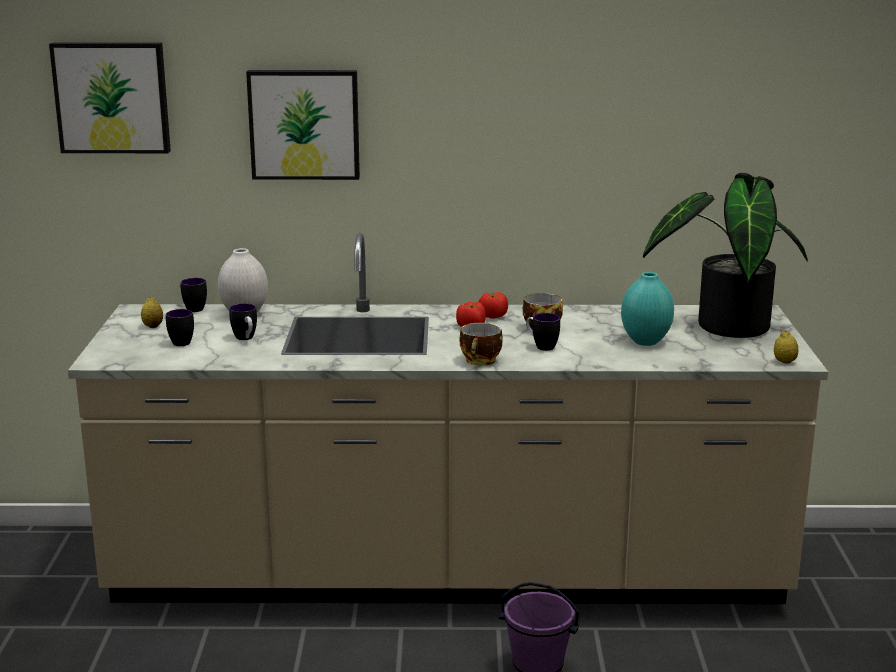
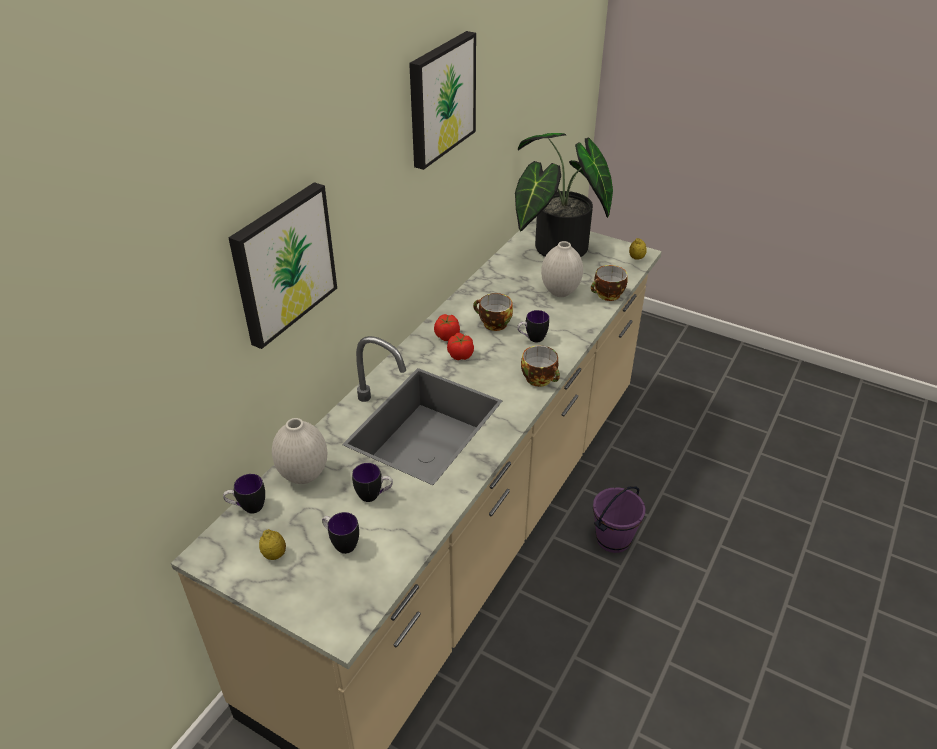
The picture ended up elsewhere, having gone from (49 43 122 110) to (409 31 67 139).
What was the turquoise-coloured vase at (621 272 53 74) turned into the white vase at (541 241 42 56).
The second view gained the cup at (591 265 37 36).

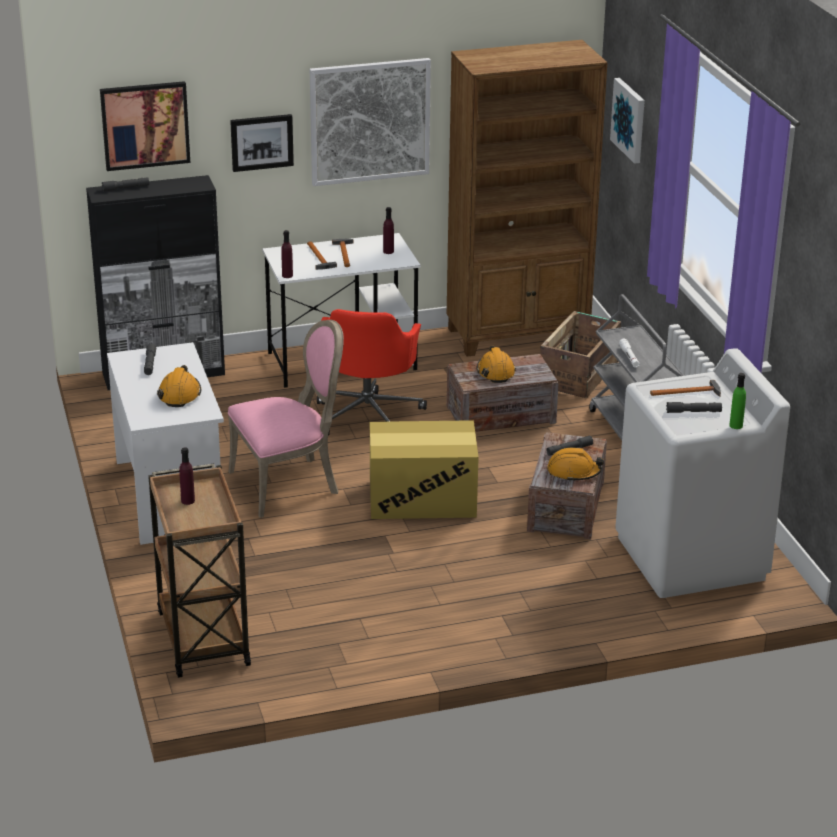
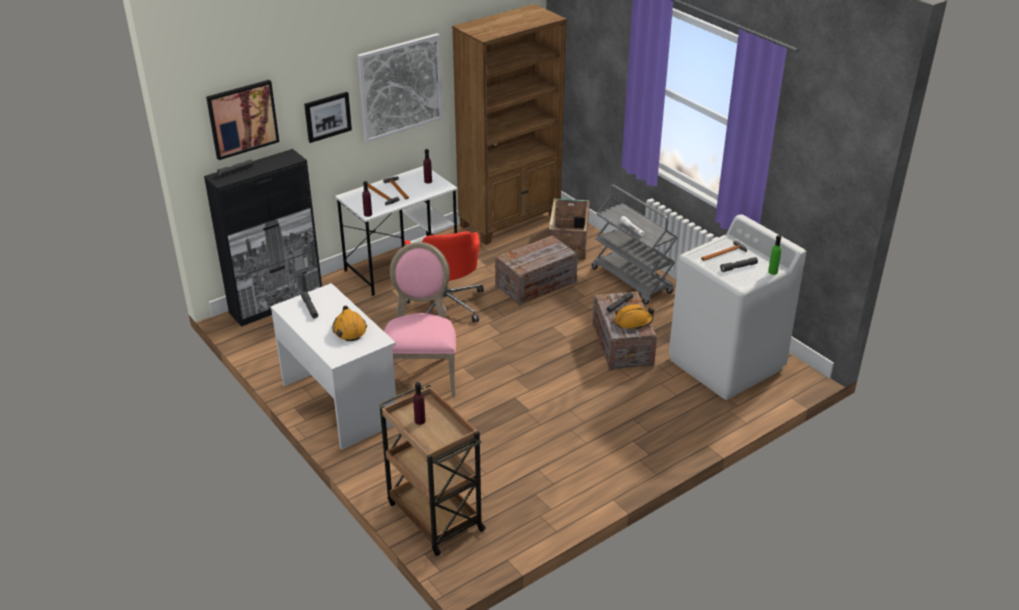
The second view lost the picture at (610 78 35 86).
The pink chair at (228 320 116 198) ended up facing another way, 45 degrees counterclockwise from before.
The second view lost the orangey safety helmet at (477 346 39 37).
The second view lost the cardboard box at (370 420 109 99).

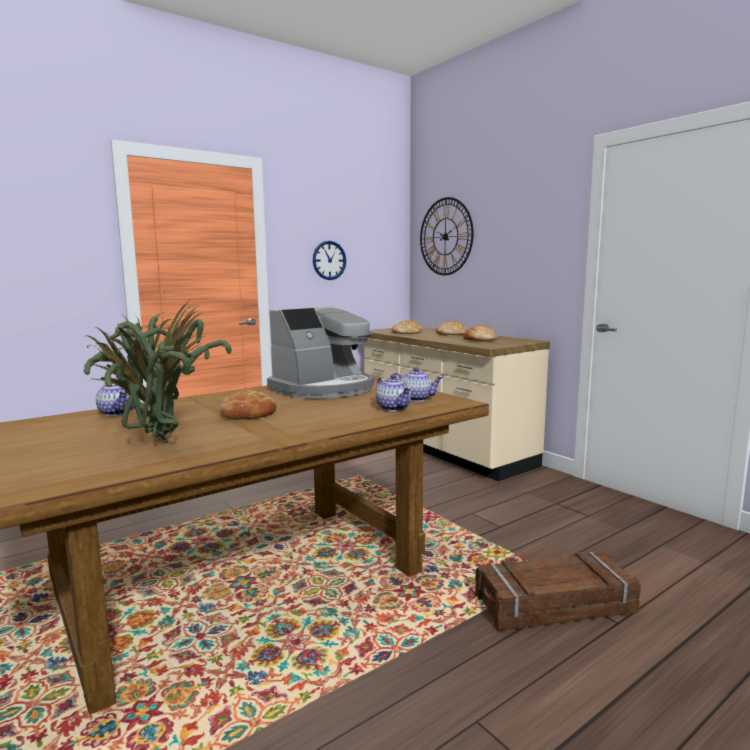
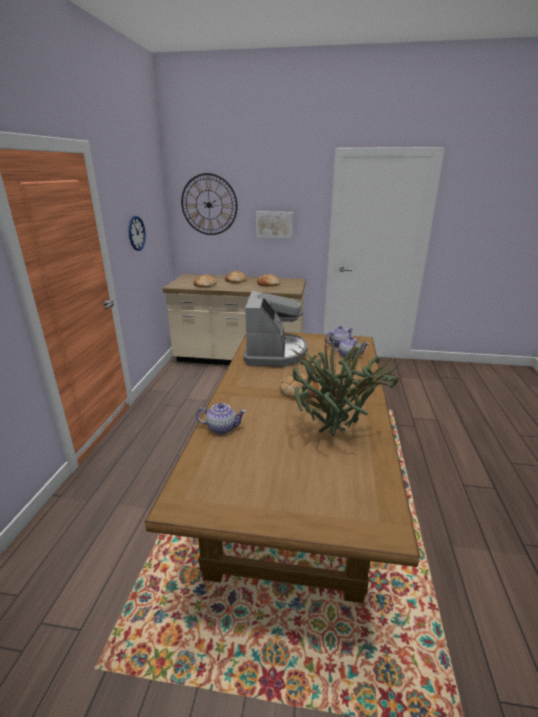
The second view lost the shipping crate at (475 552 166 79).
The second view gained the picture at (256 211 37 27).

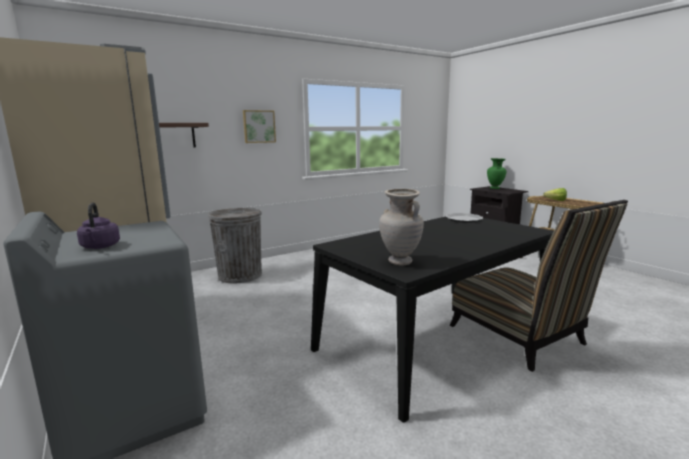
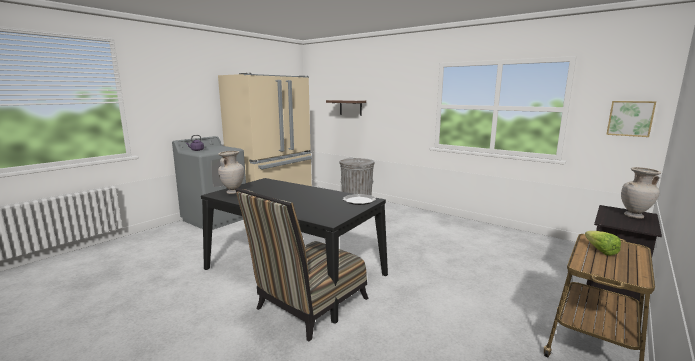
The picture ended up elsewhere, having gone from (243 110 33 33) to (606 101 50 36).
What was the green vase at (487 158 19 31) turned into the beige-coloured vase at (621 167 40 52).

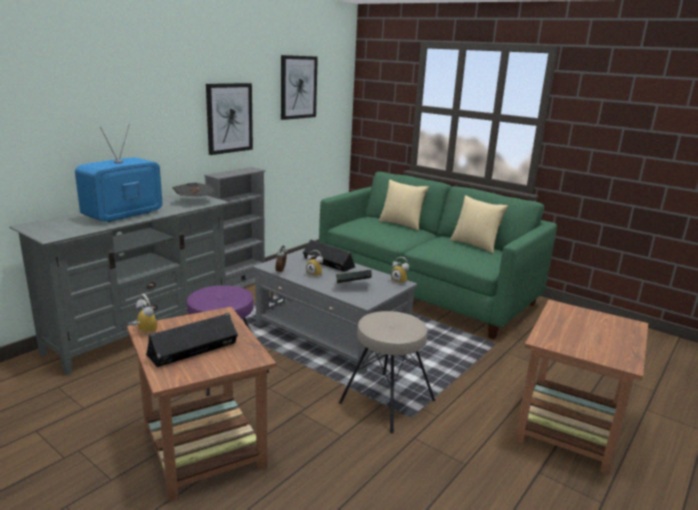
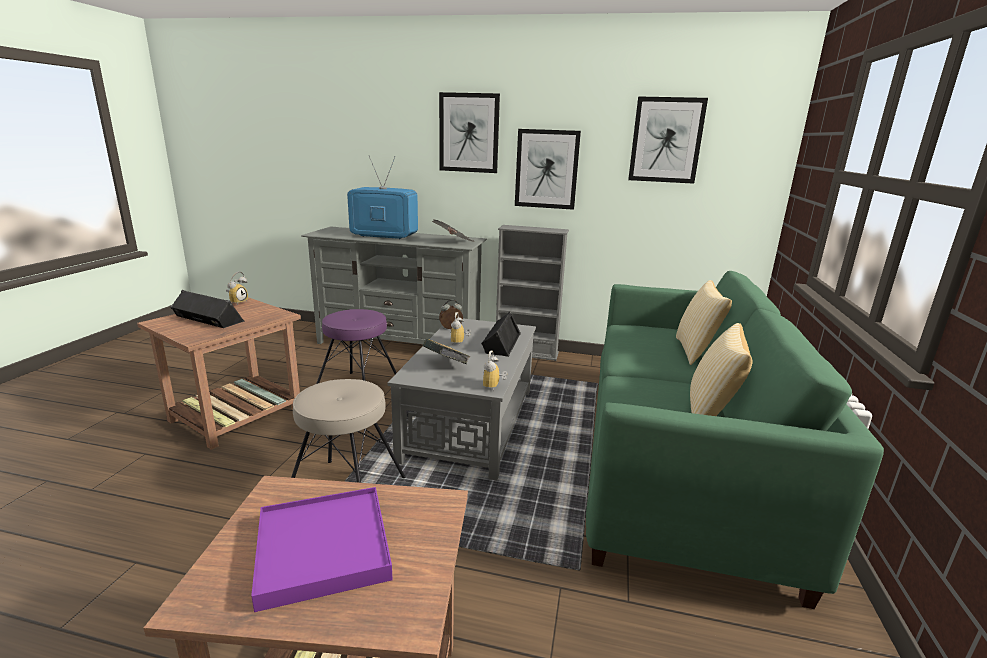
The second view gained the picture at (439 92 61 81).
The second view gained the purplish serving tray at (251 487 142 125).

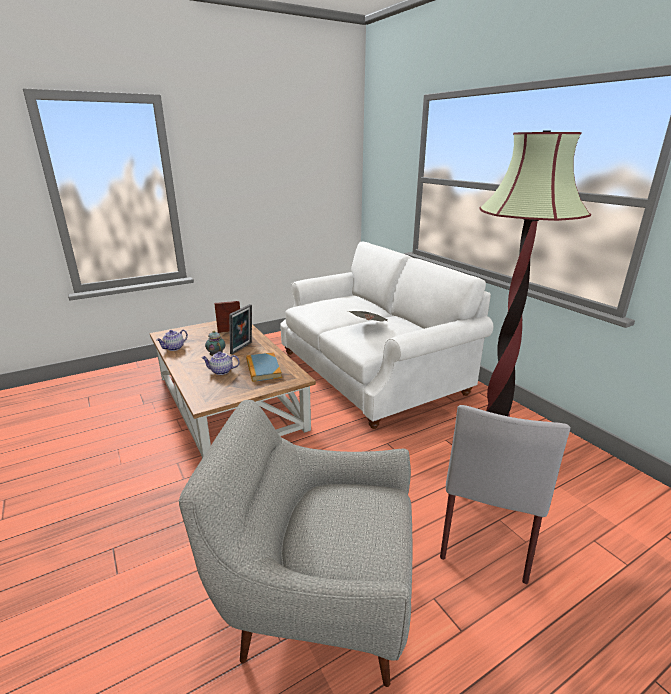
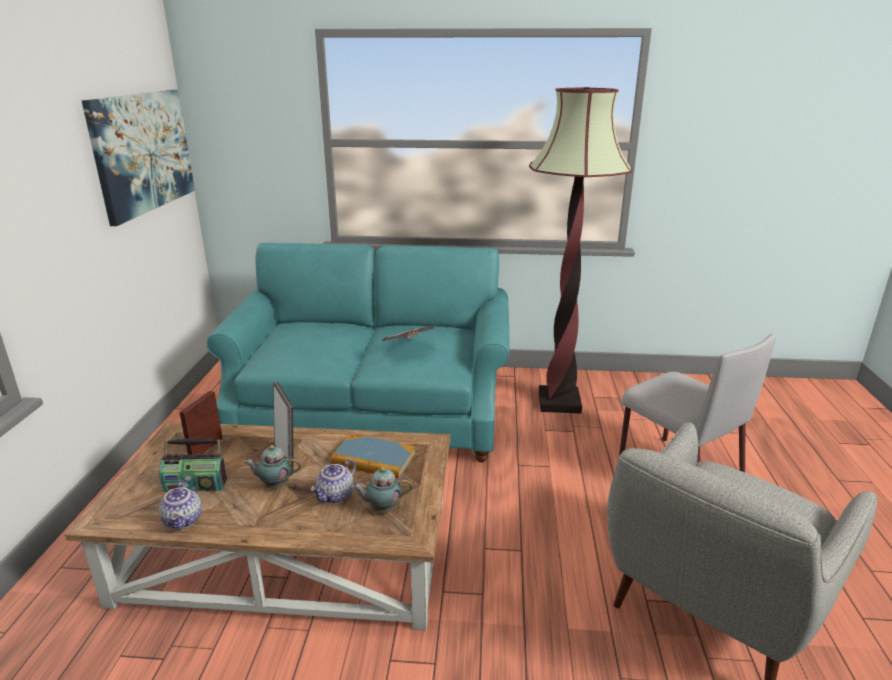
What was the white settee at (280 241 213 188) turned into the turquoise-coloured settee at (207 243 303 219).
The second view gained the picture at (82 90 113 136).
The second view gained the radio receiver at (159 438 68 54).
The second view gained the teapot at (352 467 61 46).

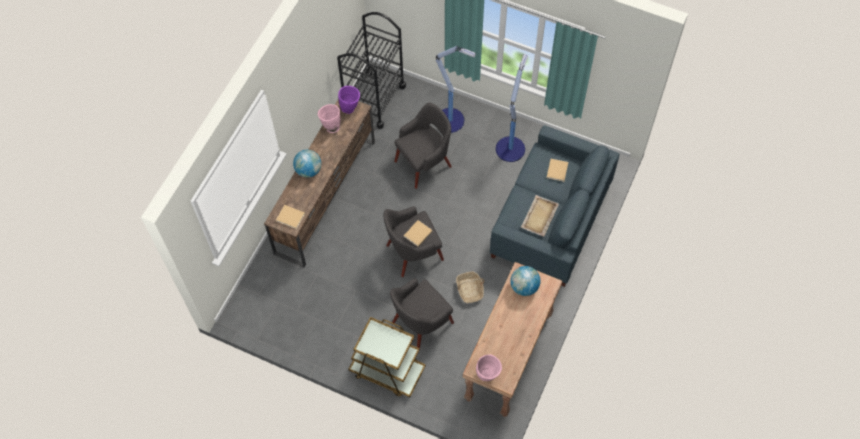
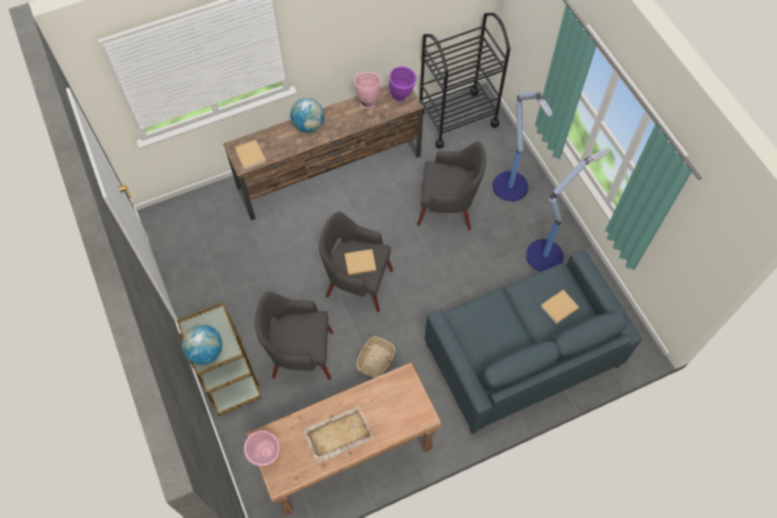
The beige-coloured serving tray ended up elsewhere, having gone from (521 195 38 42) to (303 405 70 59).
The desk globe ended up elsewhere, having gone from (510 266 31 30) to (182 325 40 40).

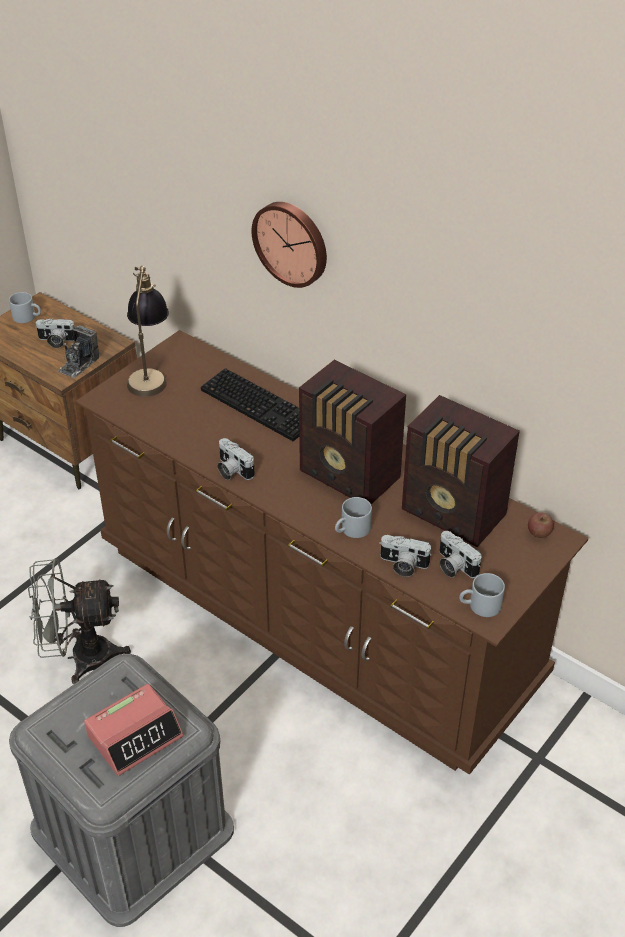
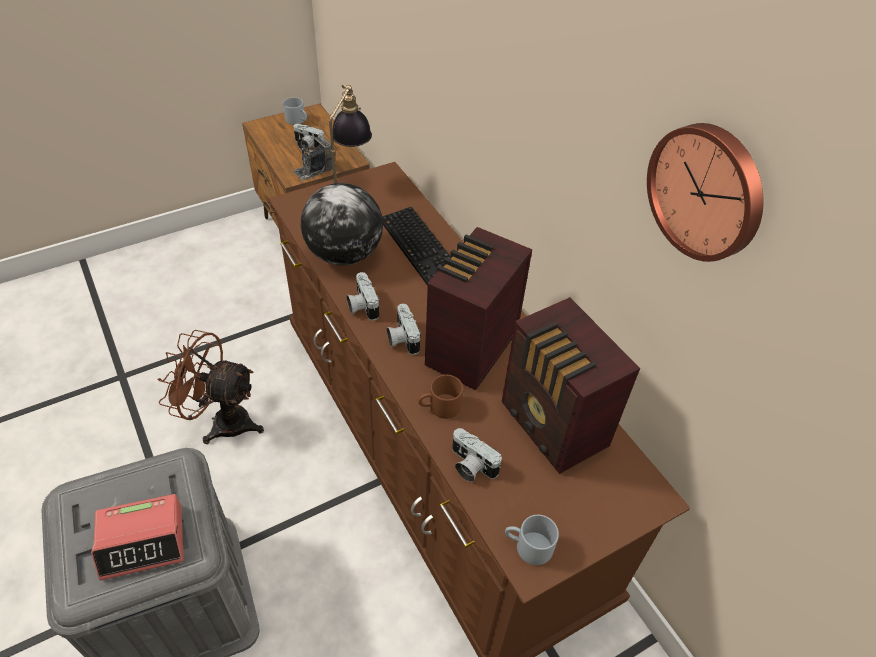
The clock on the wall ended up elsewhere, having gone from (252 202 75 86) to (647 123 117 139).
The radio receiver at (299 360 107 144) ended up facing another way, 60 degrees clockwise from before.
What was the grey coffee mug at (335 497 37 41) turned into the brown-coloured coffee mug at (418 375 45 44).
The second view lost the whole apple at (528 512 26 26).
The still camera ended up elsewhere, having gone from (439 531 43 47) to (387 304 34 51).
What was the grey cooling fan at (28 558 103 126) turned into the brown-coloured cooling fan at (157 330 107 114).
The second view gained the desk globe at (301 183 82 82).

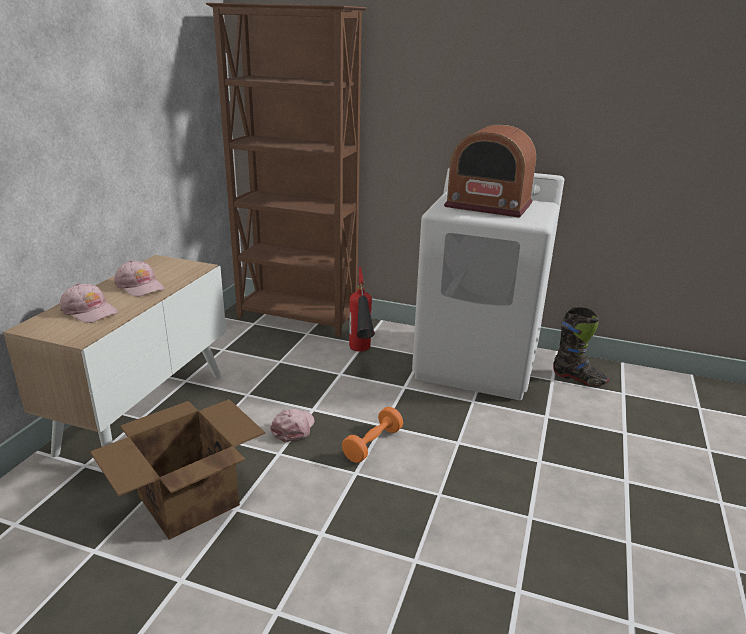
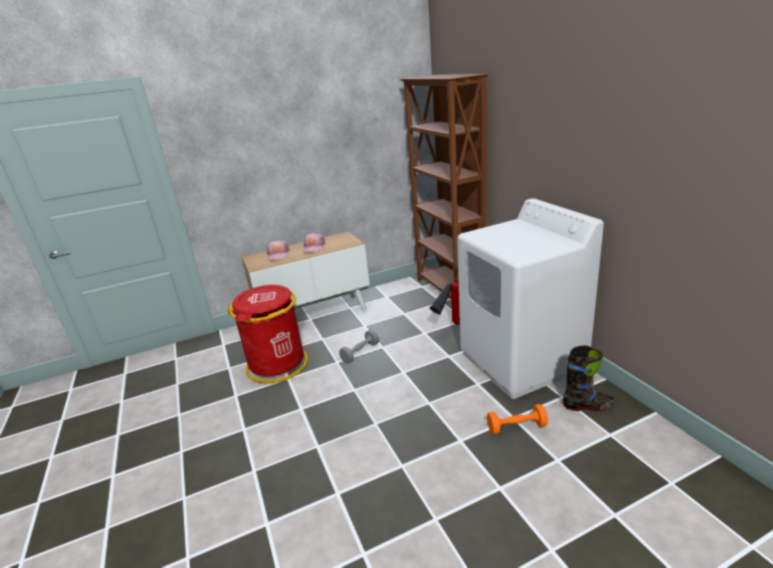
The second view lost the radio receiver at (444 125 92 93).
The black boot at (553 307 56 79) ended up facing another way, 75 degrees counterclockwise from before.
Where the cardboard box stood at (90 399 175 141), the reddish waste bin came to stand at (228 285 80 98).
The orangey hand weight ended up elsewhere, having gone from (342 407 61 56) to (487 404 61 31).
Where the pink baseball cap stood at (270 409 45 33), the grey hand weight came to stand at (339 330 40 33).

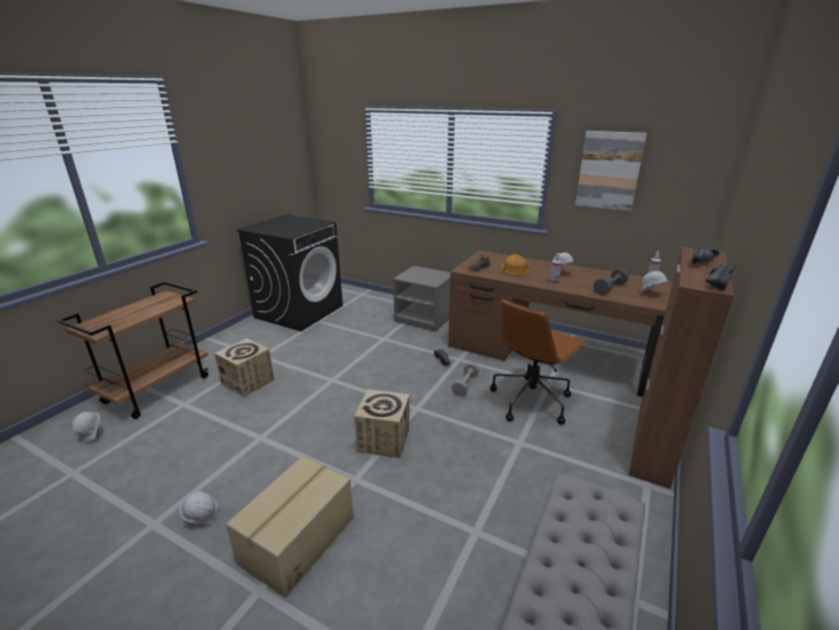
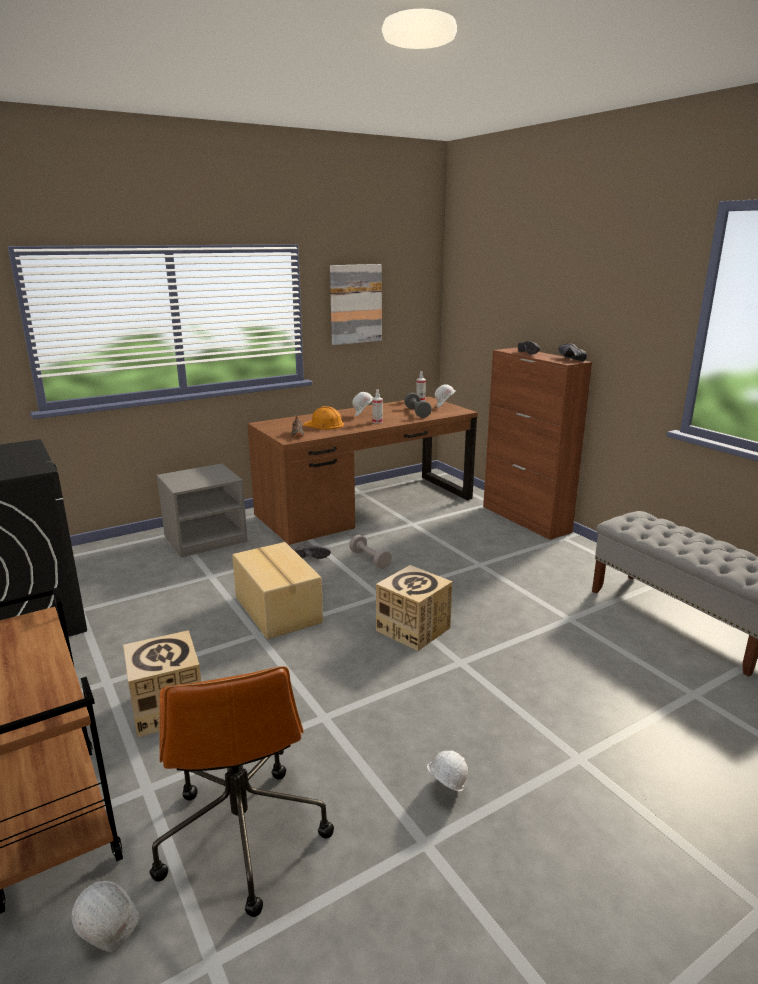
The brown-coloured desk chair ended up elsewhere, having gone from (490 299 97 126) to (149 666 185 251).
The cardboard box ended up elsewhere, having gone from (226 456 128 141) to (232 542 91 97).

